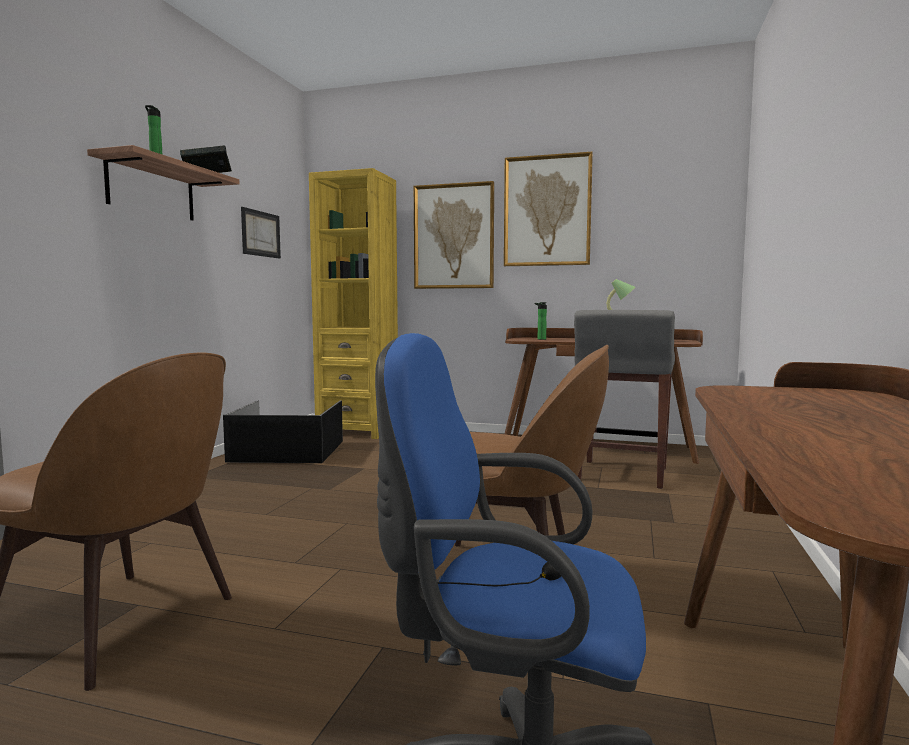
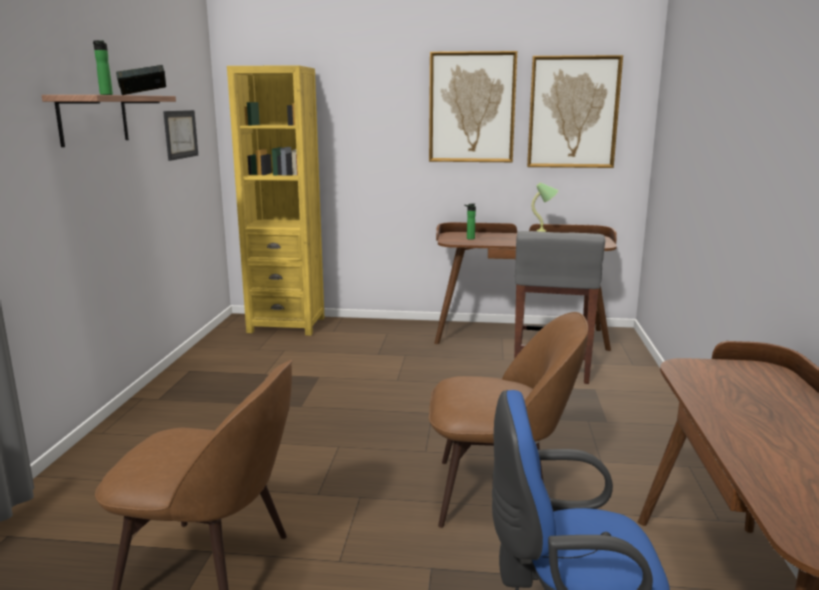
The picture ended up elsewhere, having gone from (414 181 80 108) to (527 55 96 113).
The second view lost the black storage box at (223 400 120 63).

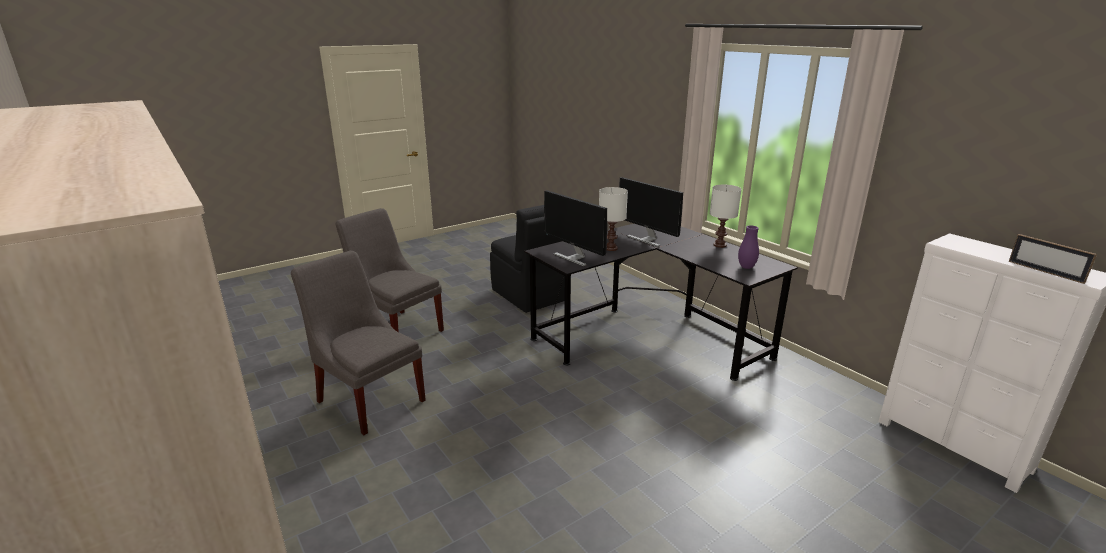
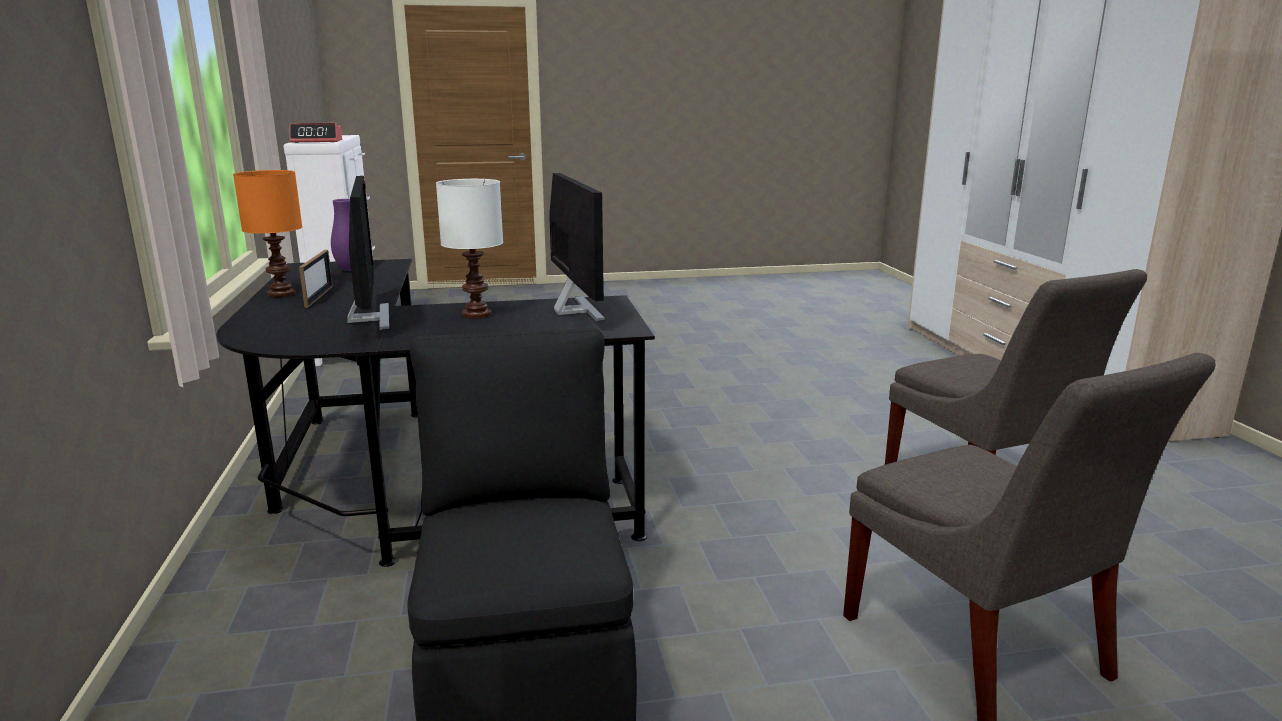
What was the white tabletop lamp at (710 185 31 63) turned into the orangey tabletop lamp at (233 170 69 127).
The photo frame ended up elsewhere, having gone from (1009 234 88 50) to (299 250 34 58).
The second view gained the bedside clock at (290 123 52 20).

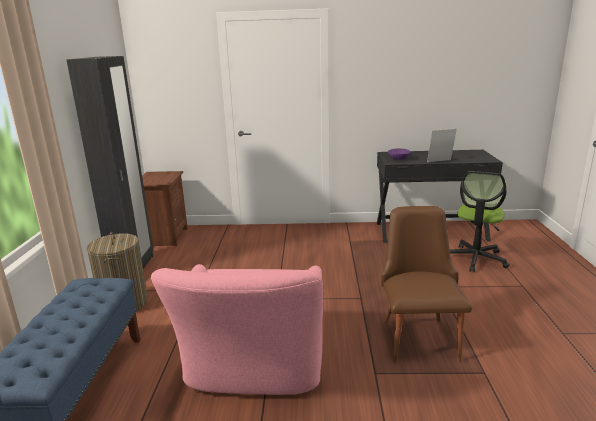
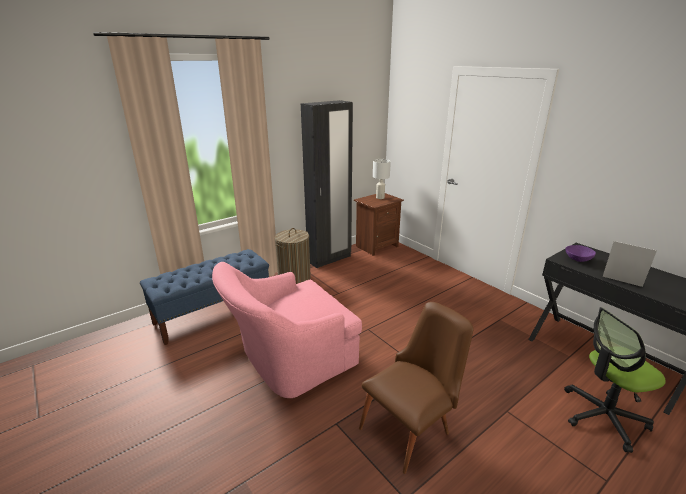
The second view gained the white tabletop lamp at (373 159 18 40).

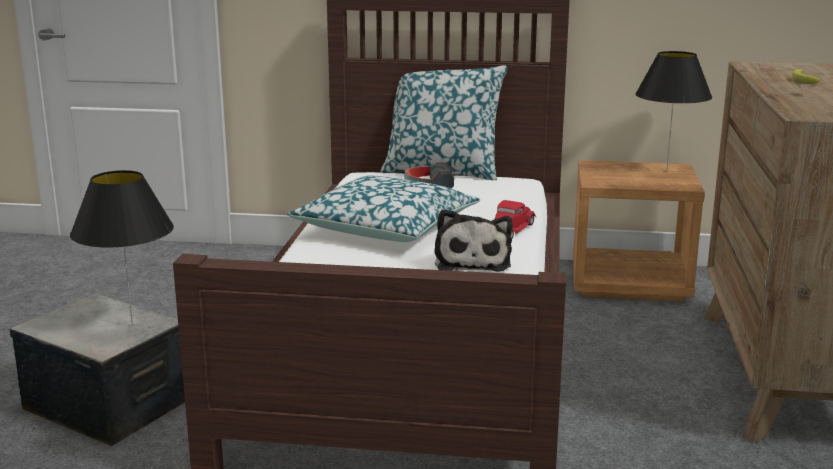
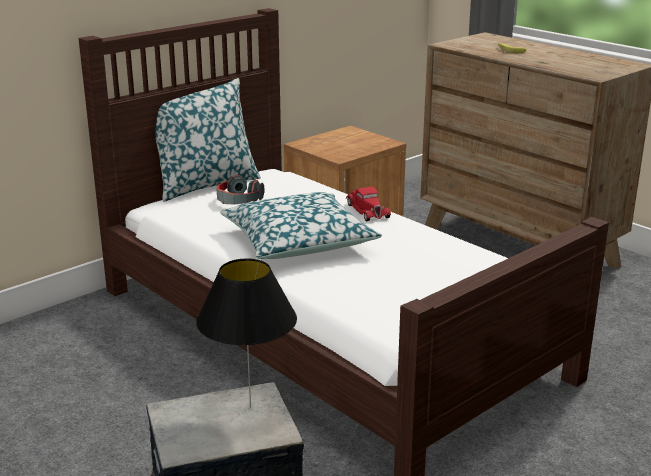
The second view lost the black tabletop lamp at (635 51 77 120).
The second view lost the plush toy at (434 209 78 63).

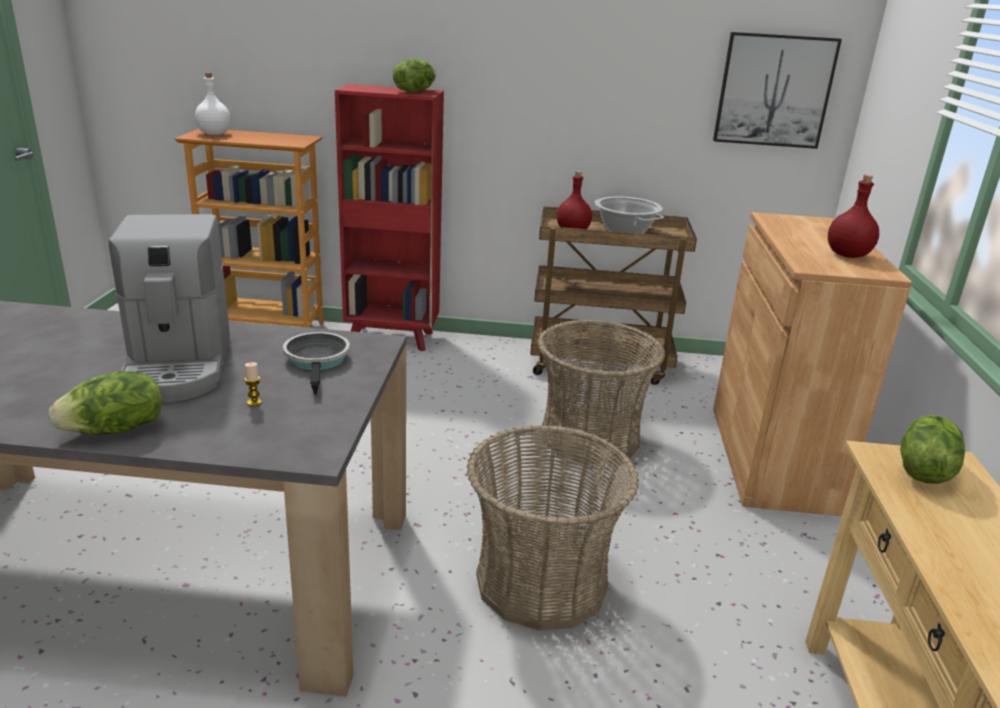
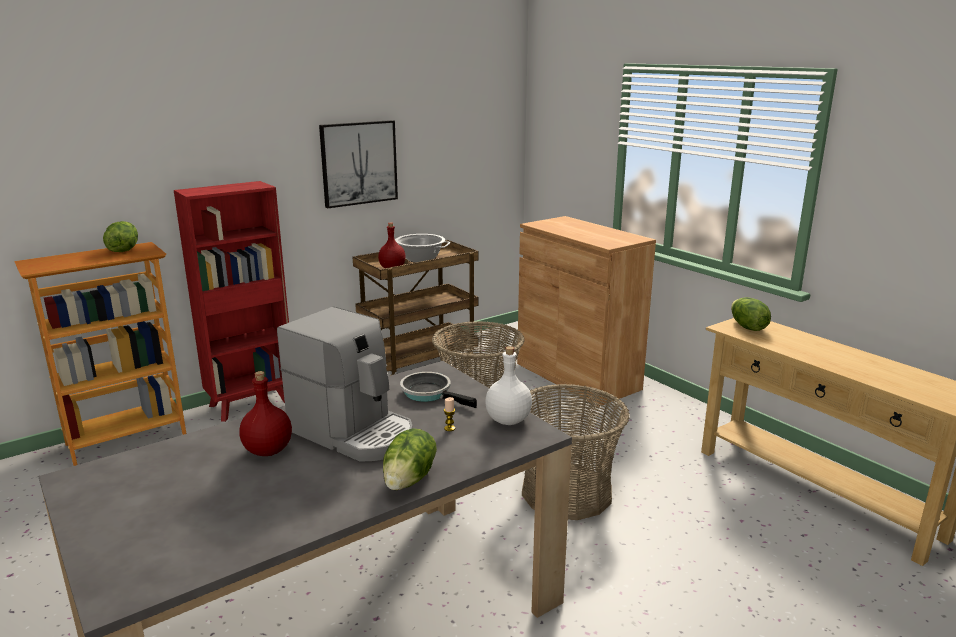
The picture ended up elsewhere, having gone from (713 32 129 117) to (319 120 79 88).
The lettuce head ended up elsewhere, having gone from (393 58 43 34) to (103 221 35 31).
The white bottle ended up elsewhere, having gone from (195 72 36 63) to (485 346 47 79).
The reddish bottle ended up elsewhere, having gone from (828 175 51 83) to (239 371 53 85).

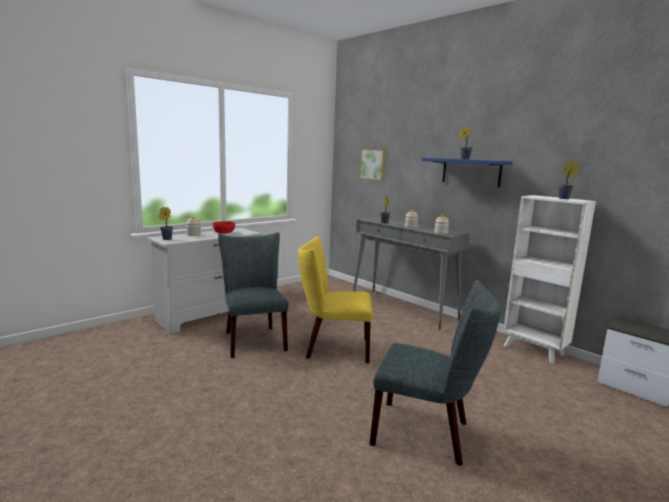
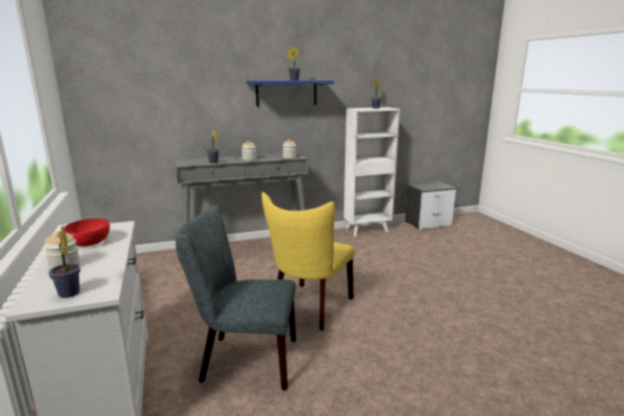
The second view lost the picture at (359 149 27 31).
The second view lost the grey chair at (370 280 131 186).

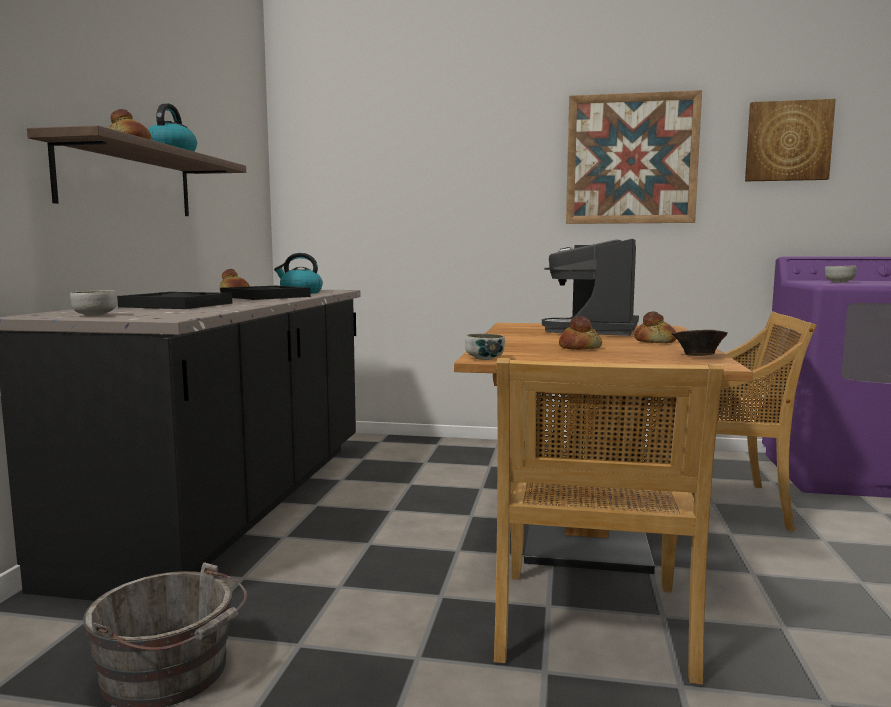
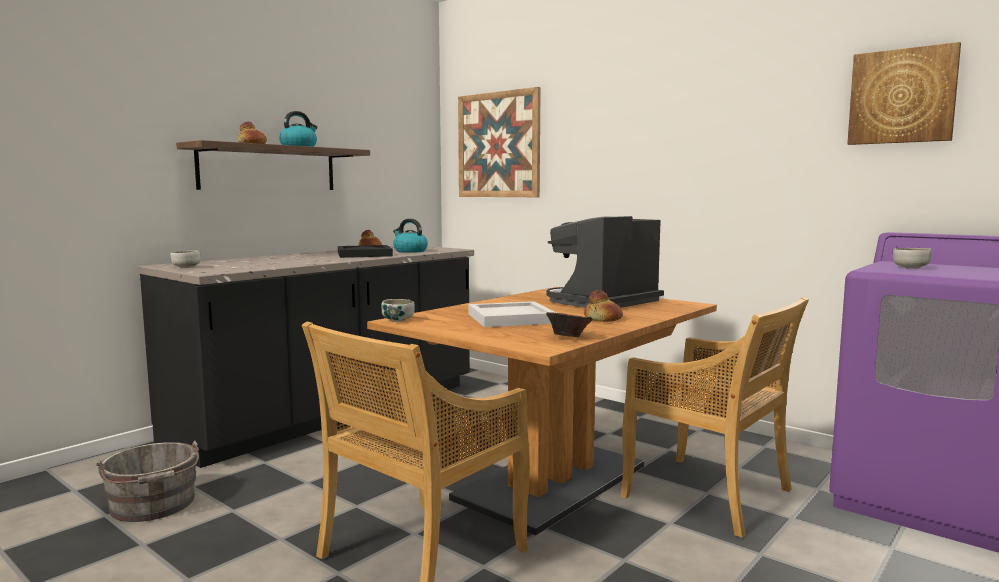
The picture ended up elsewhere, having gone from (566 90 136 134) to (458 87 83 110).
The second view lost the black serving tray at (117 292 115 17).
Where the bread stood at (559 316 43 34), the white serving tray came to stand at (468 301 88 26).

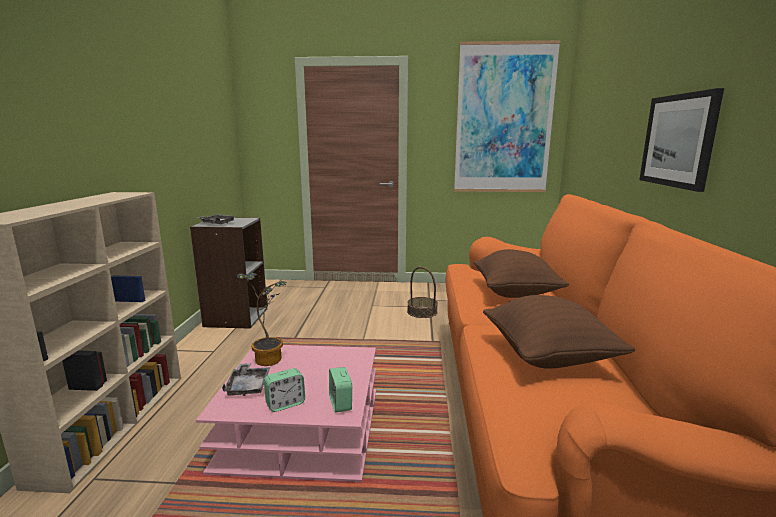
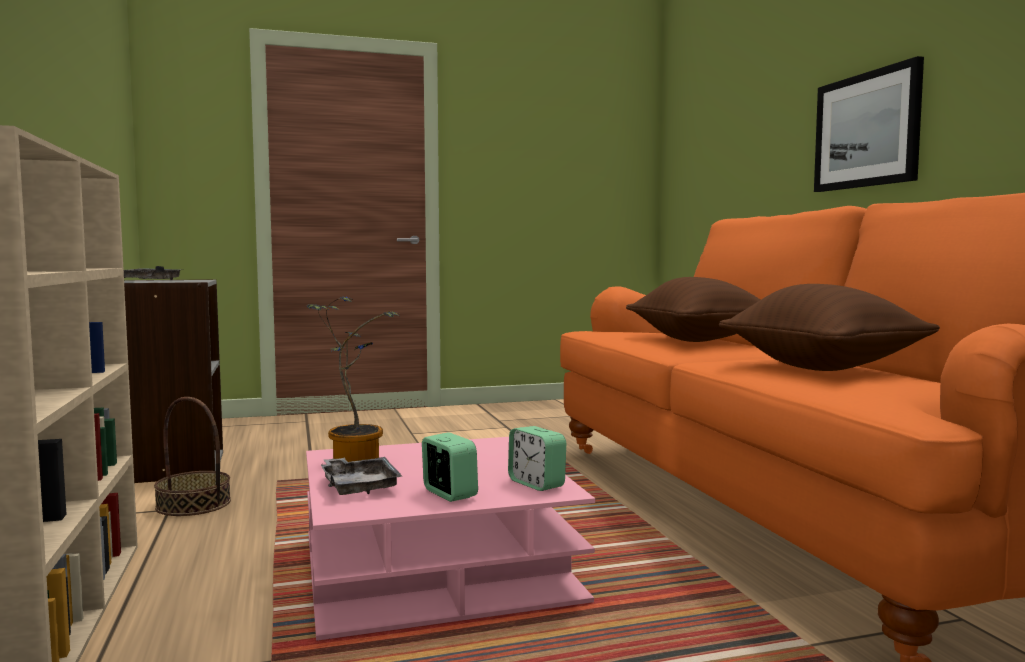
The second view lost the picture at (454 40 107 152).
The household basket ended up elsewhere, having gone from (407 267 31 51) to (154 397 77 119).
The bedside clock at (264 368 41 44) ended up facing another way, 75 degrees counterclockwise from before.

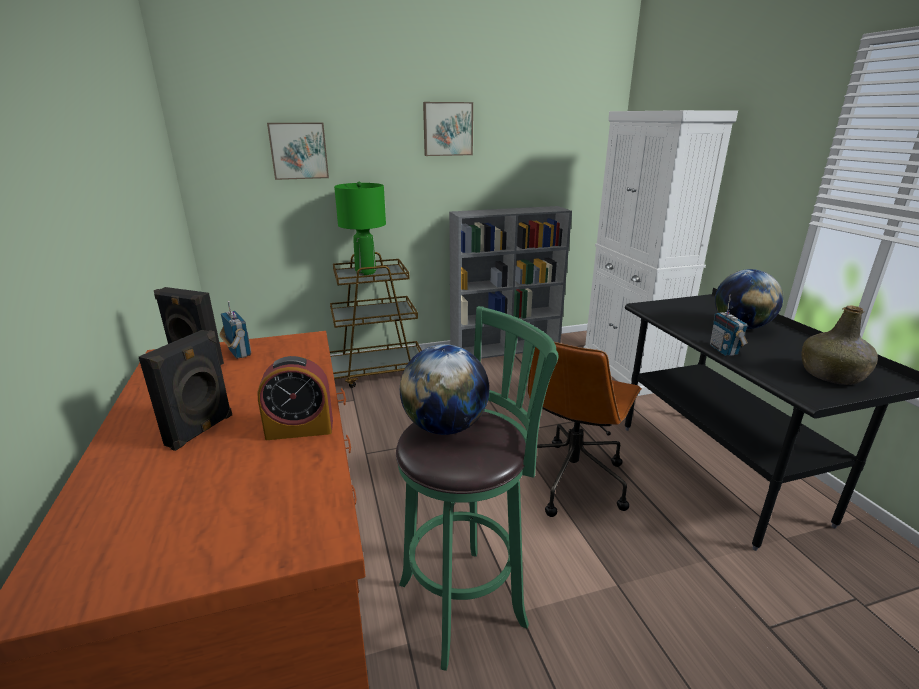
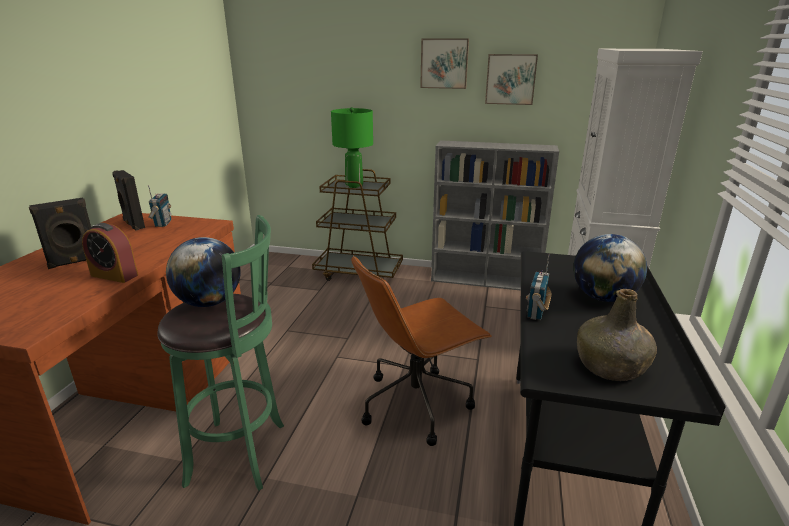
The picture ended up elsewhere, having gone from (267 123 62 57) to (485 54 53 51).

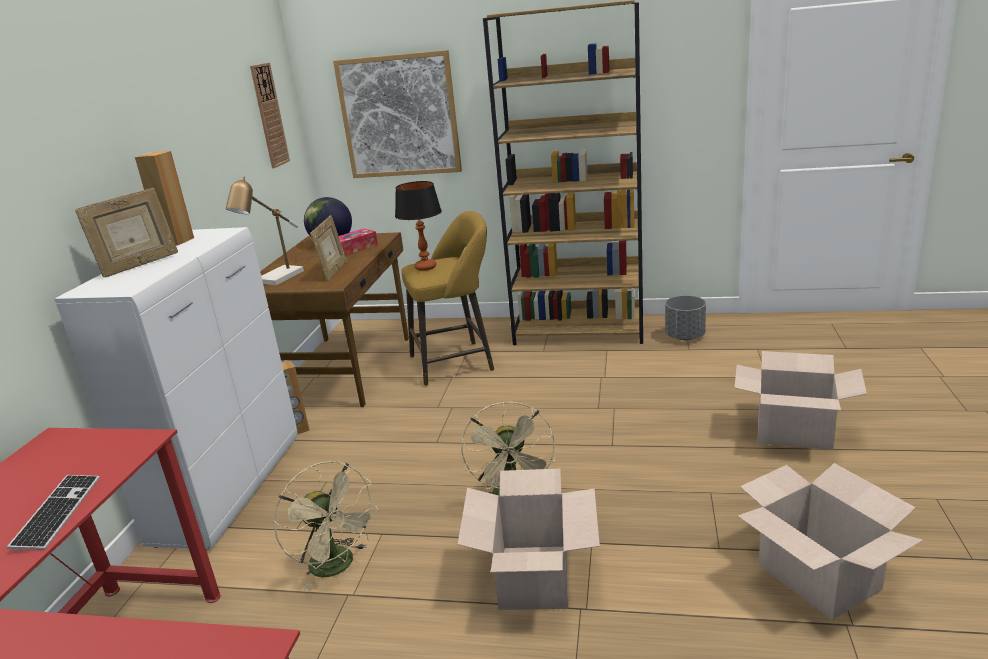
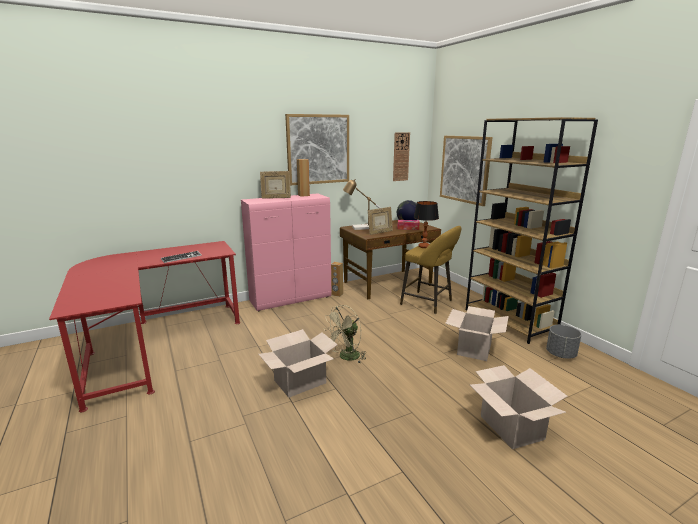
What was the white cupboard at (54 227 243 323) turned into the pink cupboard at (241 193 90 118).
The second view lost the beige-coloured cooling fan at (274 461 105 130).
The cardboard box ended up elsewhere, having gone from (738 463 185 157) to (445 306 64 55).
The second view gained the picture at (285 114 64 72).

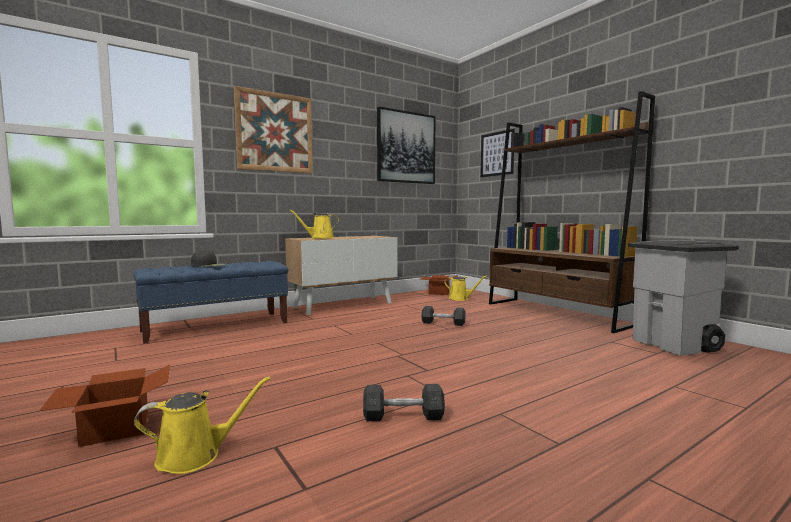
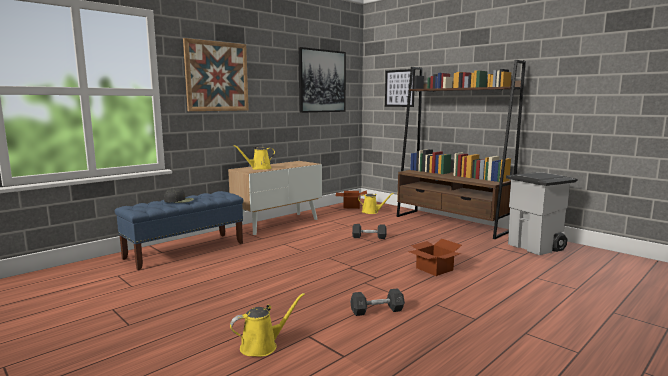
The cardboard box ended up elsewhere, having gone from (39 365 131 82) to (409 239 53 37).

